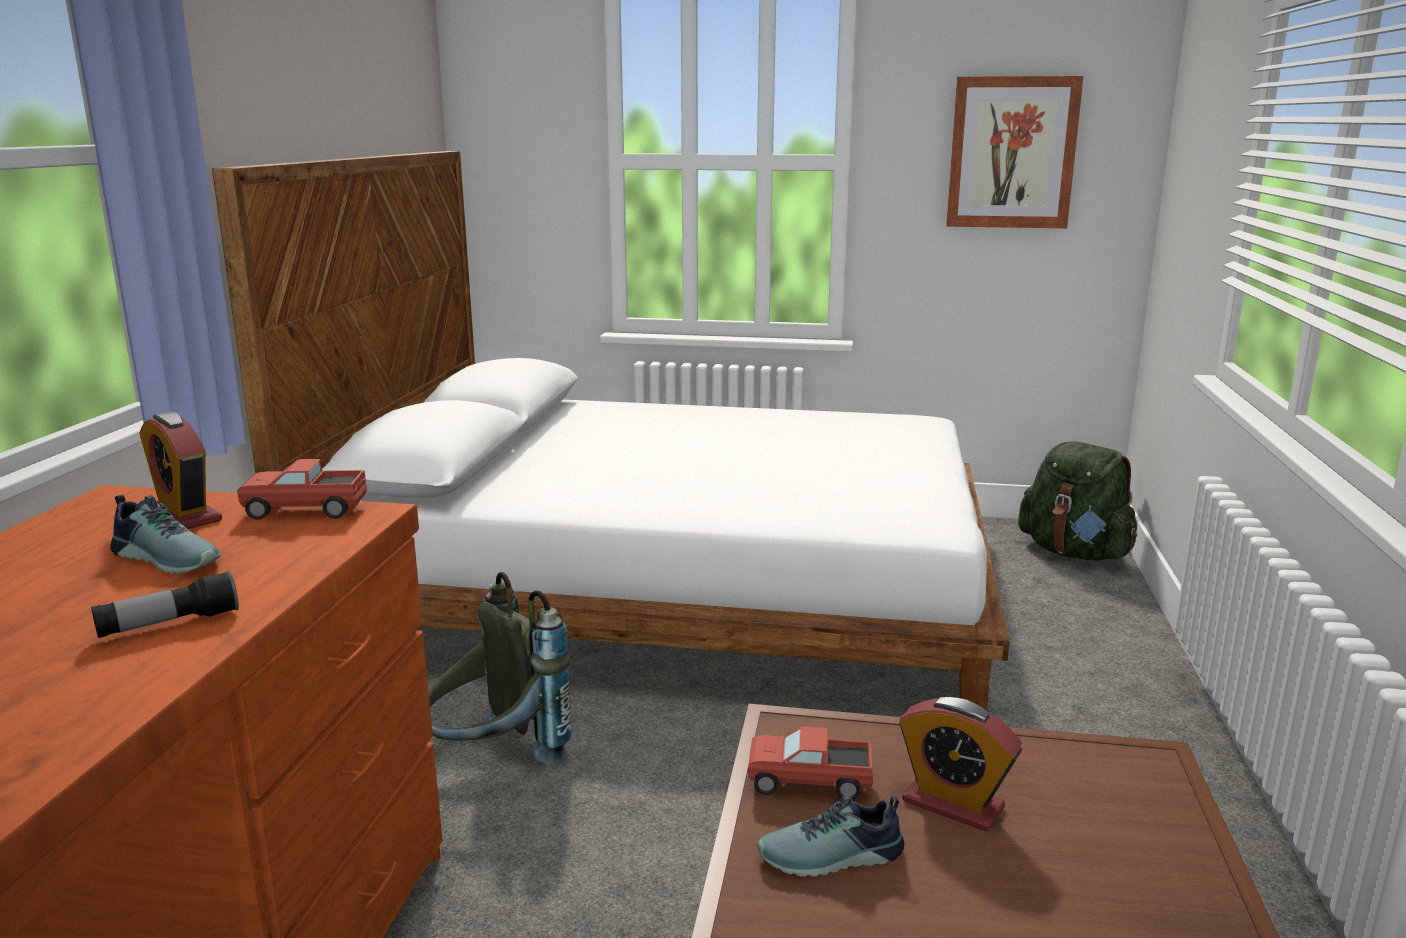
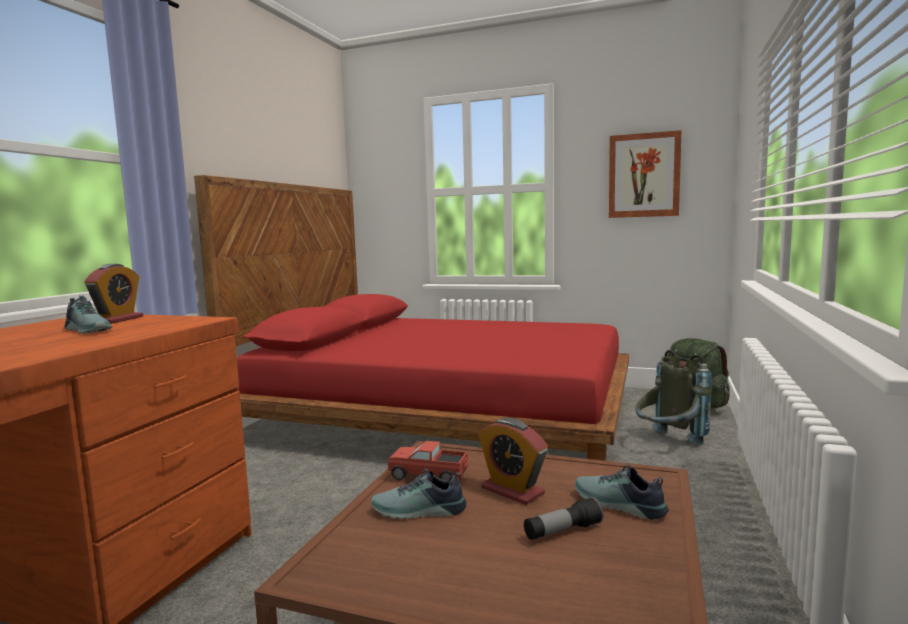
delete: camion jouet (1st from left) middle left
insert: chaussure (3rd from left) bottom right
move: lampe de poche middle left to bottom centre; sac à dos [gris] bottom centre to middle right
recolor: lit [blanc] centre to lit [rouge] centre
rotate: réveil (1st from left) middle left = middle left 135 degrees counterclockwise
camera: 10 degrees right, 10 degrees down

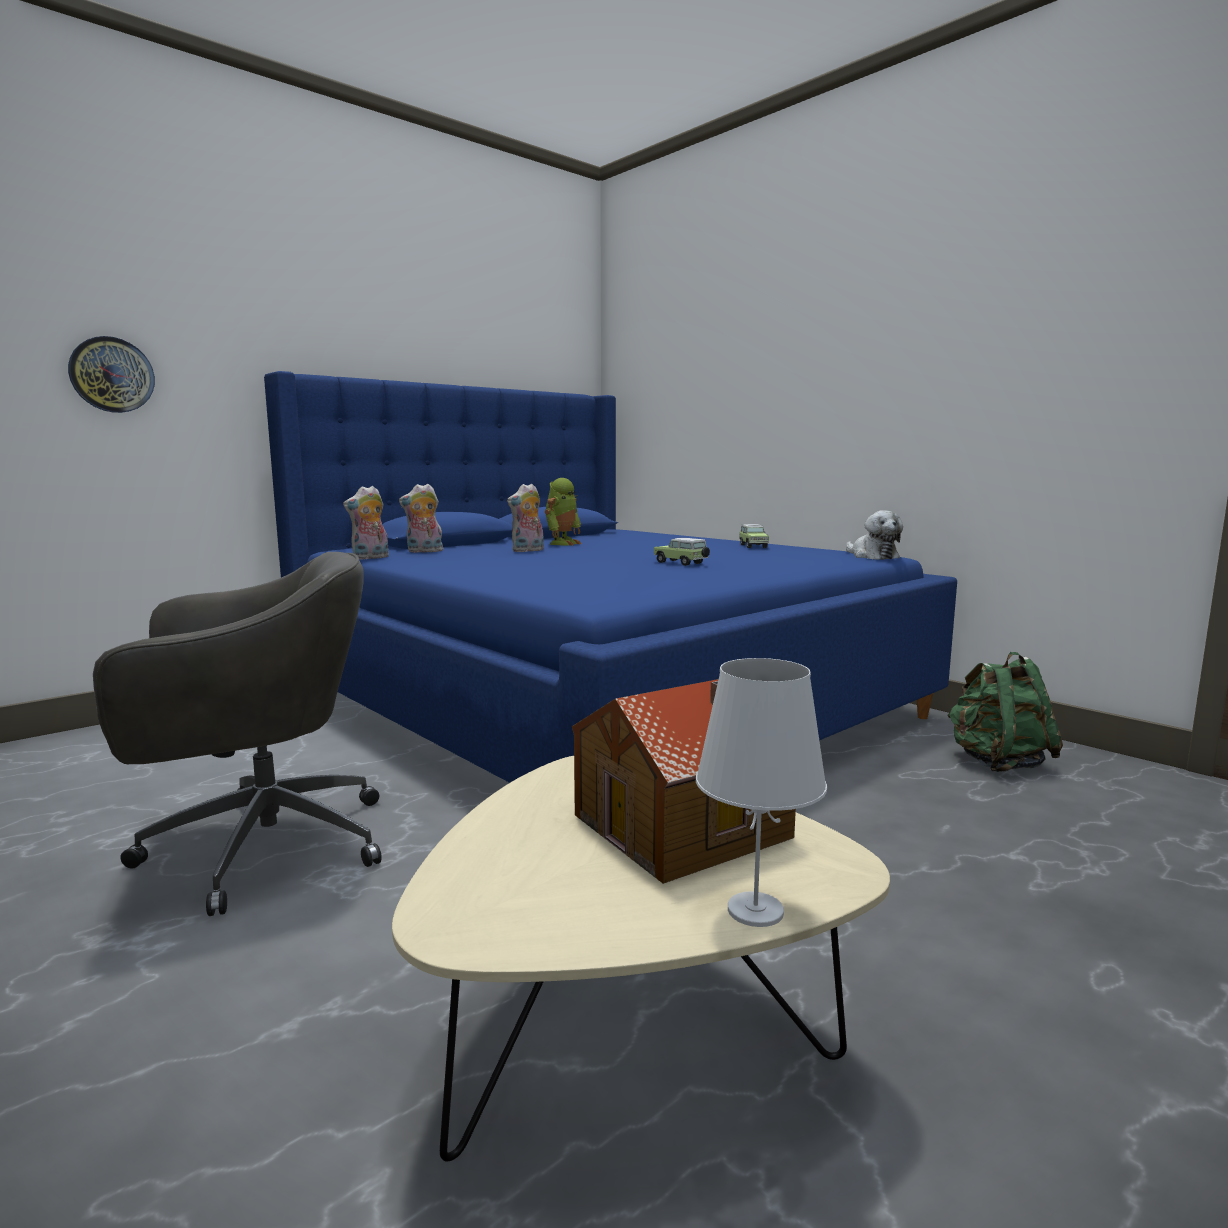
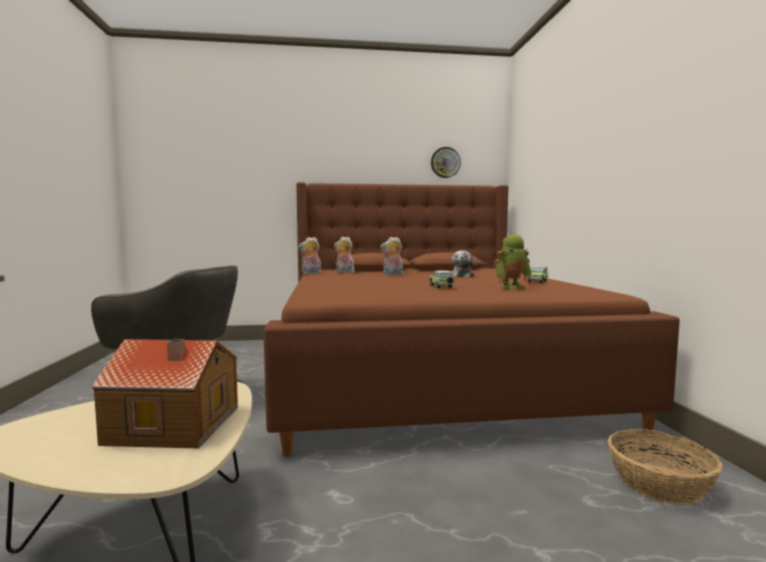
delete: lampe de table [blanc] centre
move: horloge murale top left to top centre; robot jouet centre to middle right; peluche (4th from left) middle right to centre
replace: sac à dos [vert] middle right to panier bottom right
recolor: lit [bleu] centre to lit [marron] centre
camera: 35 degrees right, 5 degrees down

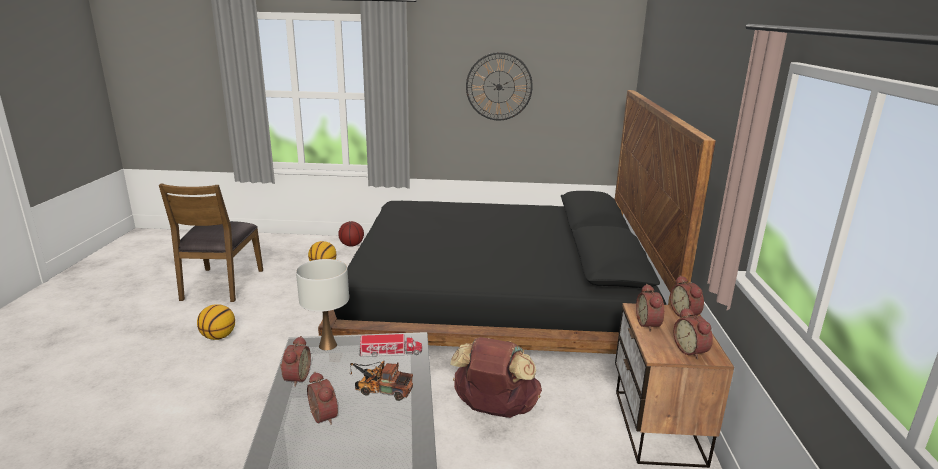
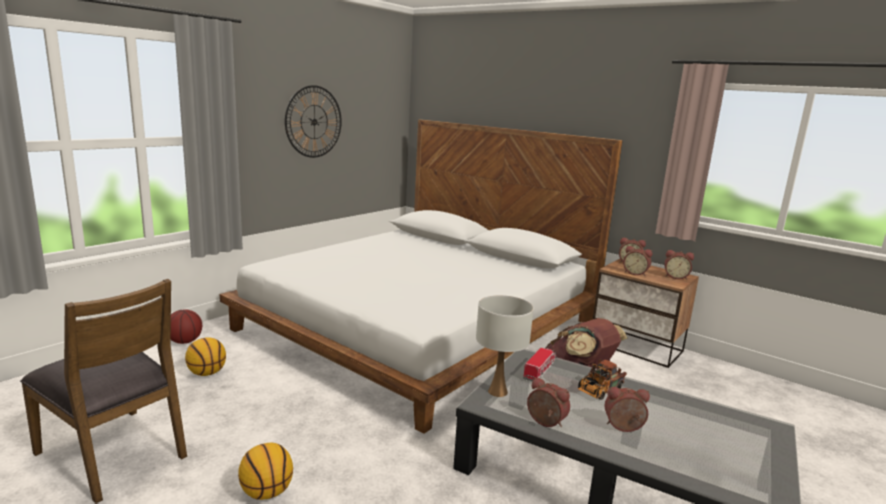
recolor: lit [noir] centre to lit [blanc] centre
camera: 55 degrees left, 5 degrees down

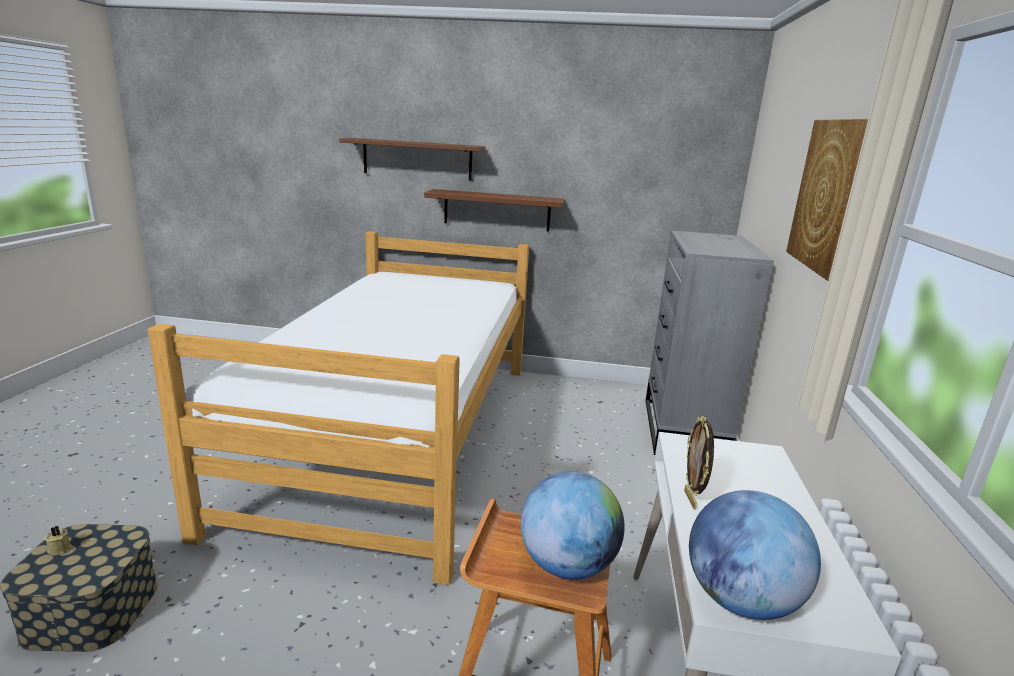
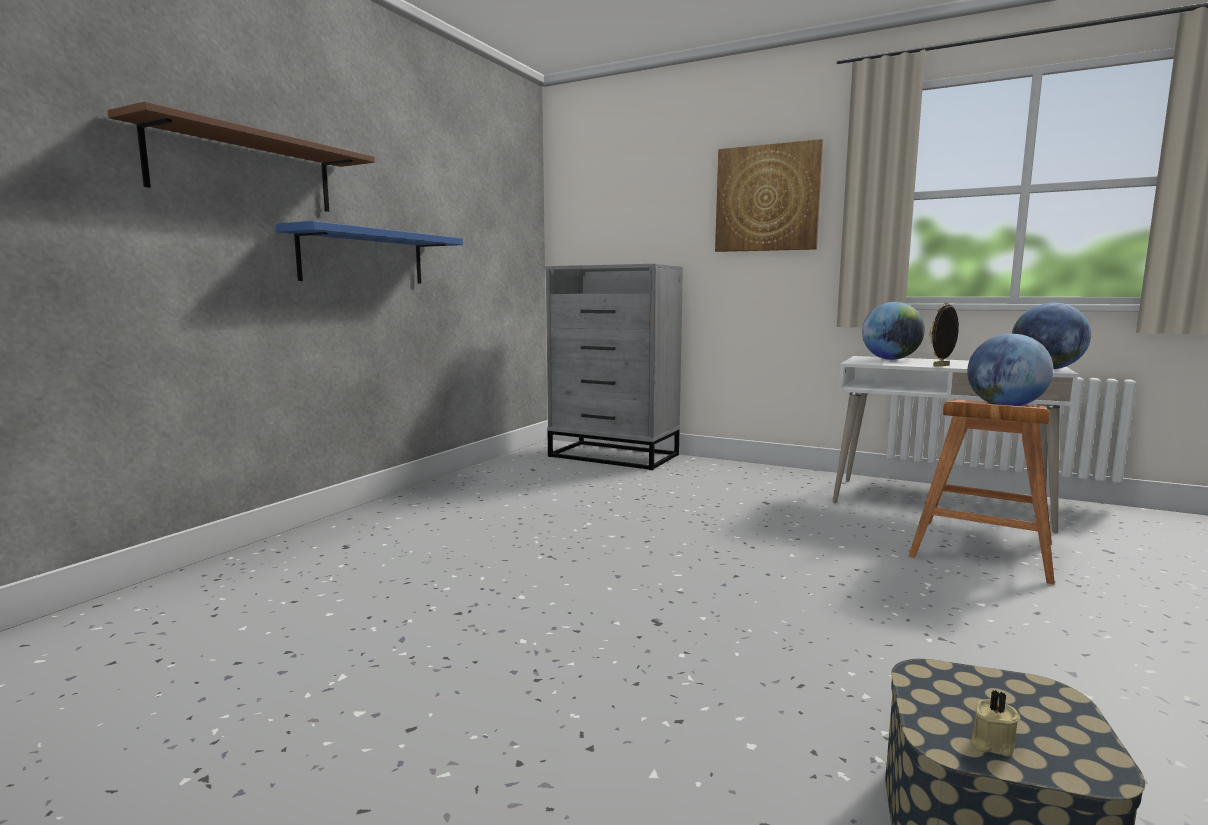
delete: lit centre
insert: globe (1st from left) middle right
recolor: étagère [marron] (2nd from left) top centre to étagère [bleu] top left
rotate: cadre photo bottom right = middle right 135 degrees clockwise
camera: 70 degrees left, 10 degrees down

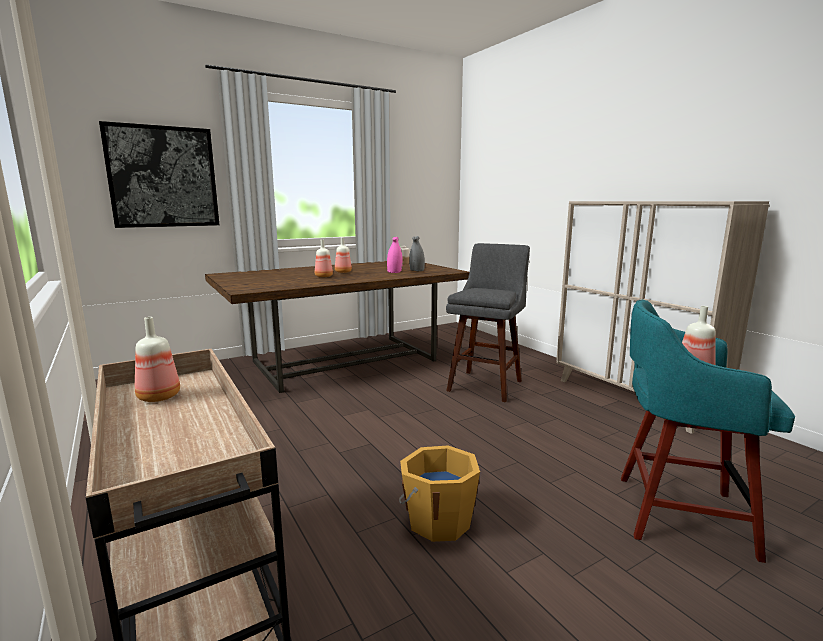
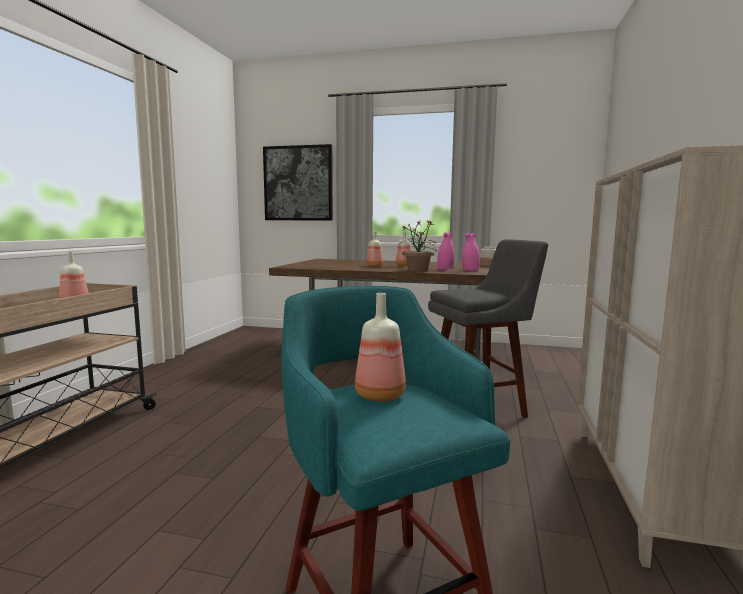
delete: seau [orange] bottom centre
insert: plante en pot centre
recolor: vase [gris] centre to vase [rose] (2nd from left) centre
camera: 45 degrees right, 5 degrees down

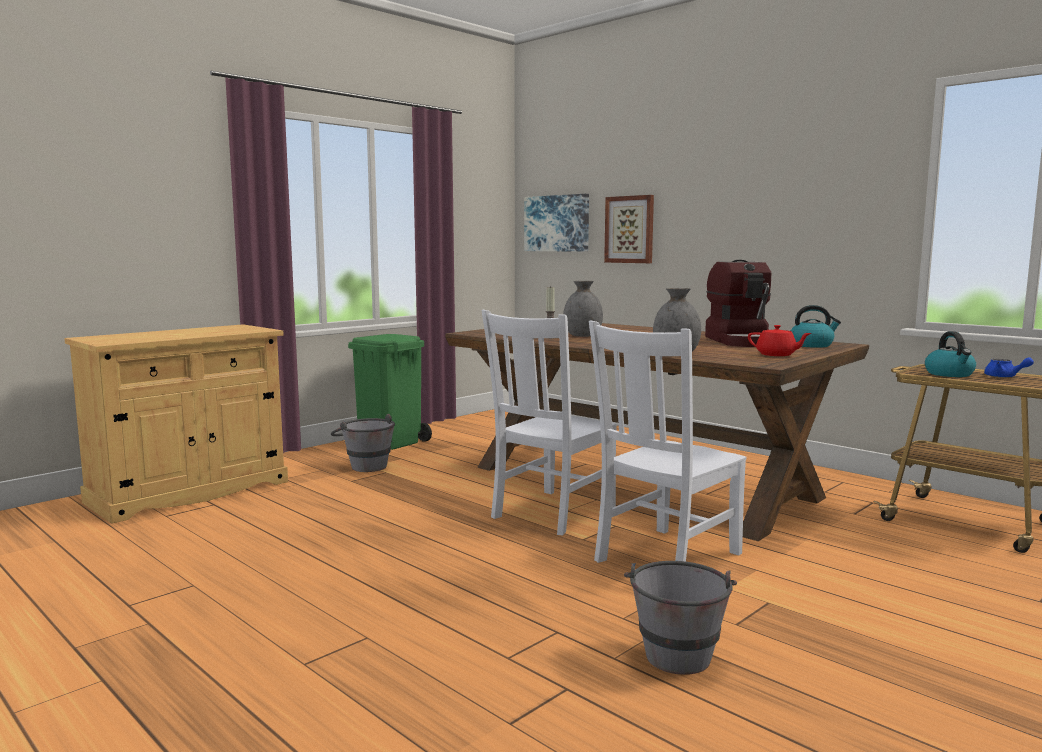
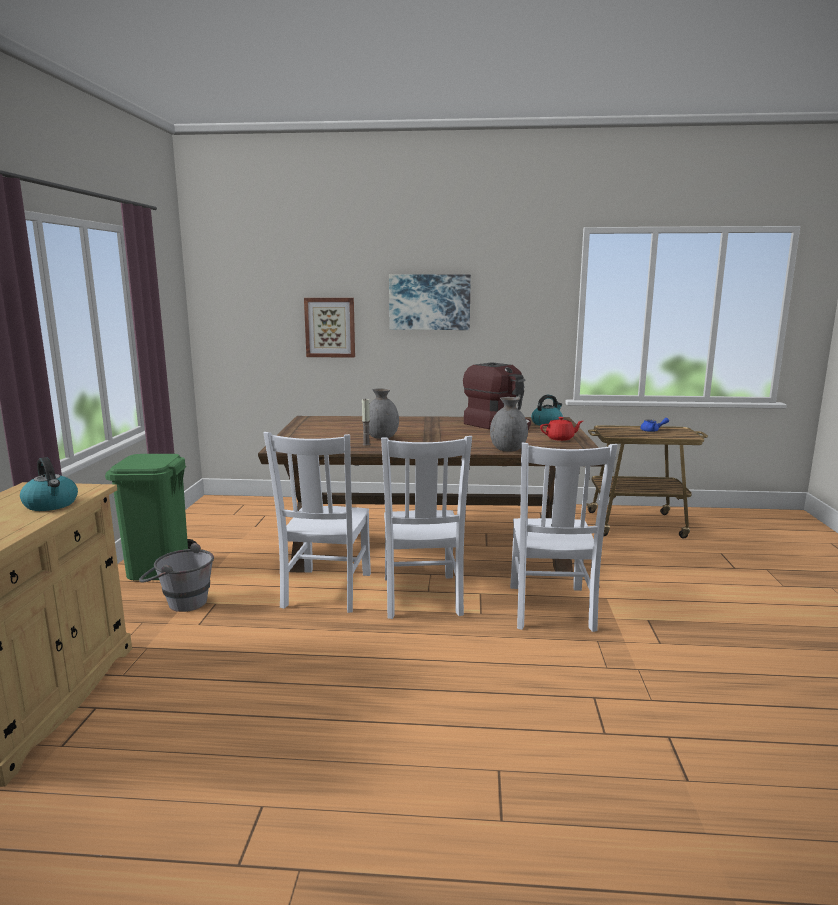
delete: seau [gris] (2nd from left) bottom centre
insert: chaise [blanc] (1st from left) centre
move: tableau (1st from left in the first image) top centre to tableau (2nd from left) centre; bouilloire (2nd from left in the first image) middle right to bouilloire (1st from left) middle left
camera: 40 degrees left, 5 degrees up

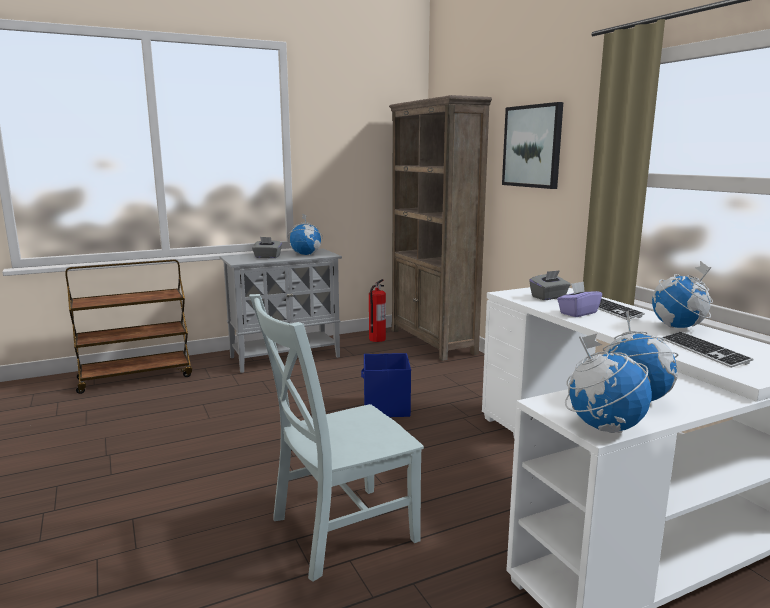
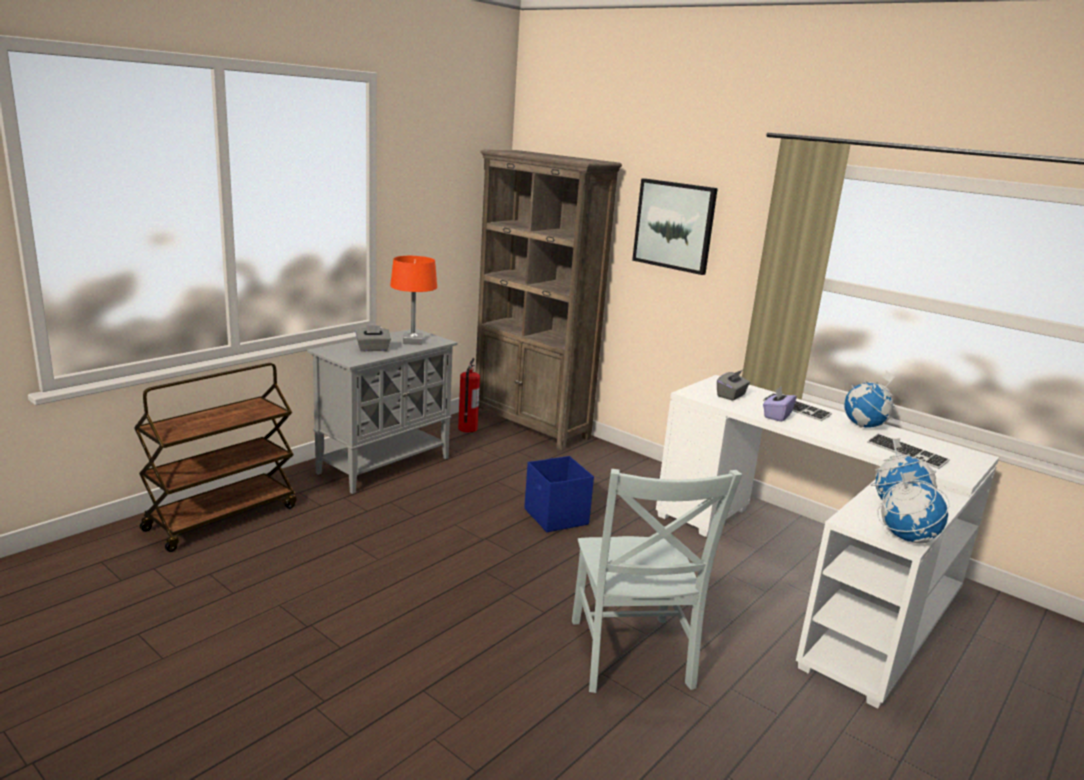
replace: globe (1st from left) centre to lampe de table [orange] centre
rotate: chaise [gris] bottom centre = bottom centre 45 degrees counterclockwise
camera: 25 degrees left, 5 degrees up

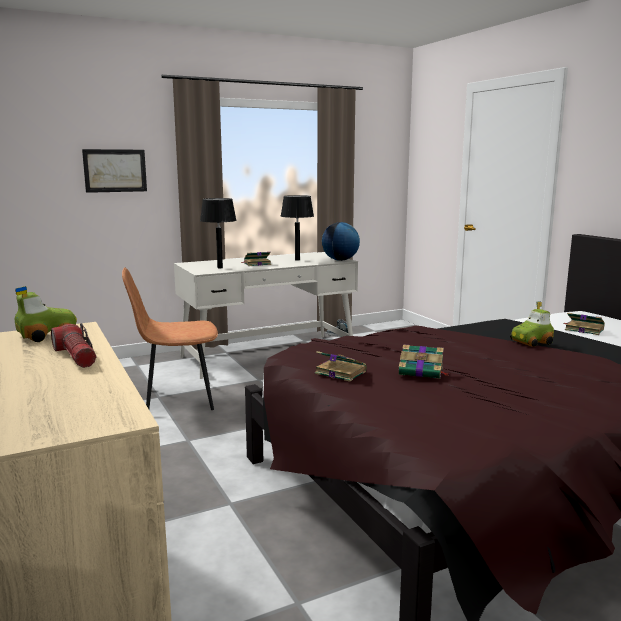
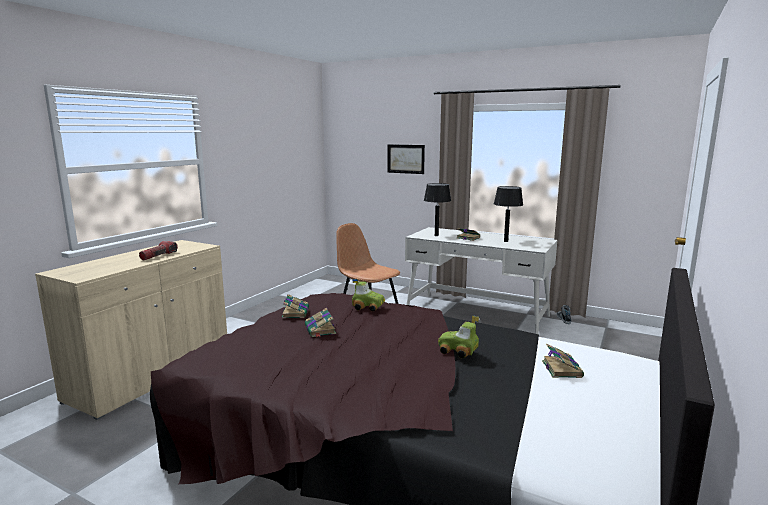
delete: globe centre
move: petite voiture (1st from left) middle left to centre
camera: 55 degrees right, 0 degrees up

